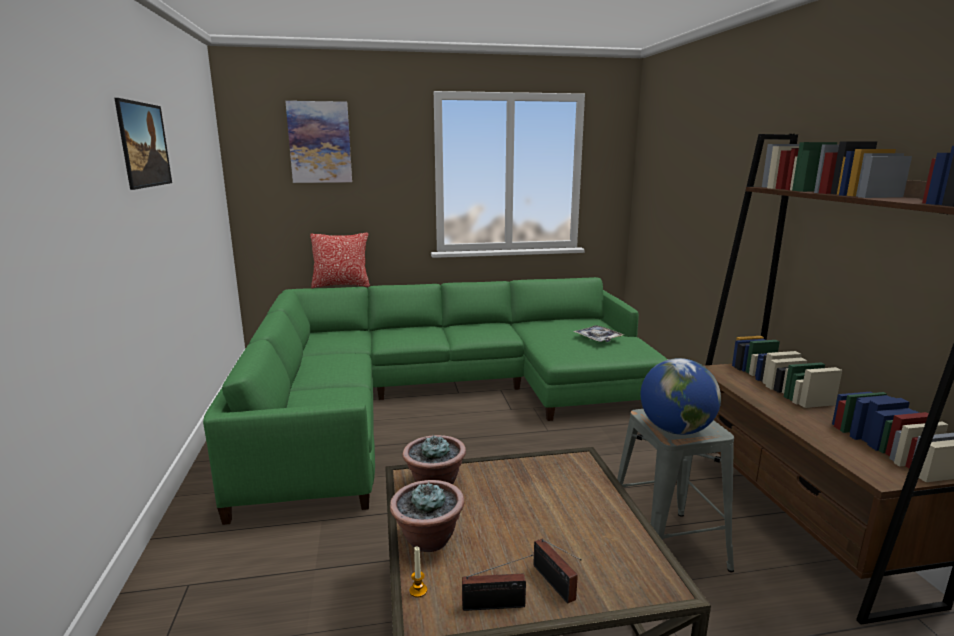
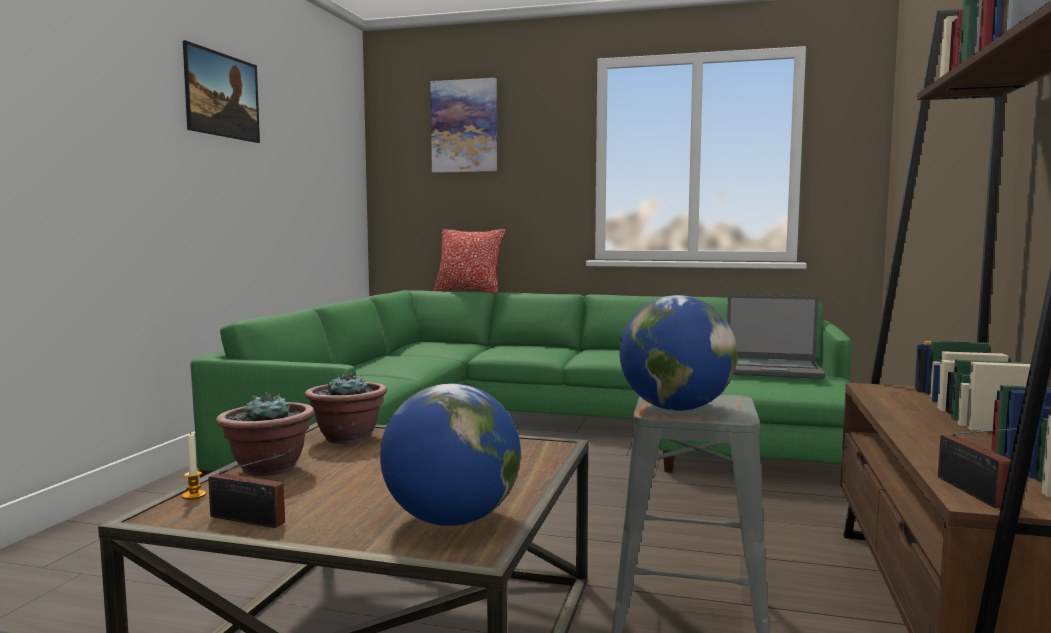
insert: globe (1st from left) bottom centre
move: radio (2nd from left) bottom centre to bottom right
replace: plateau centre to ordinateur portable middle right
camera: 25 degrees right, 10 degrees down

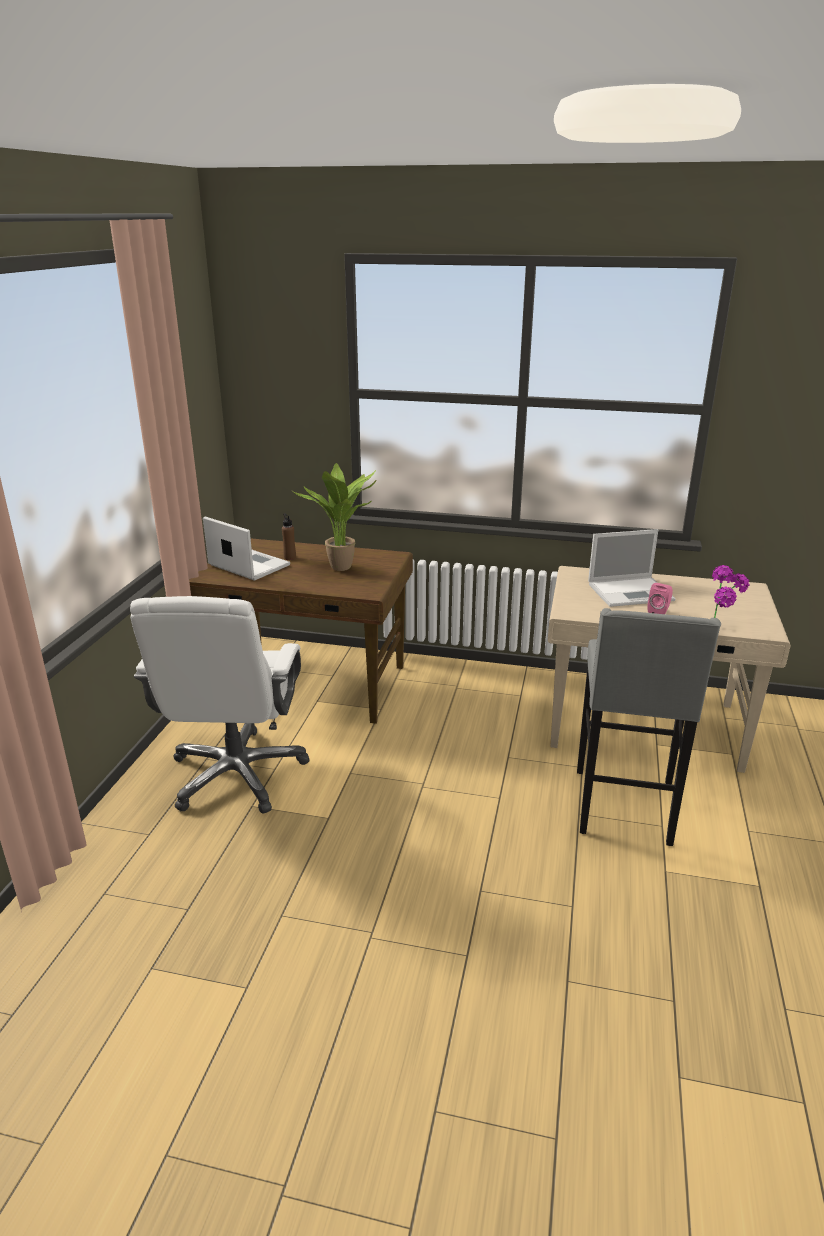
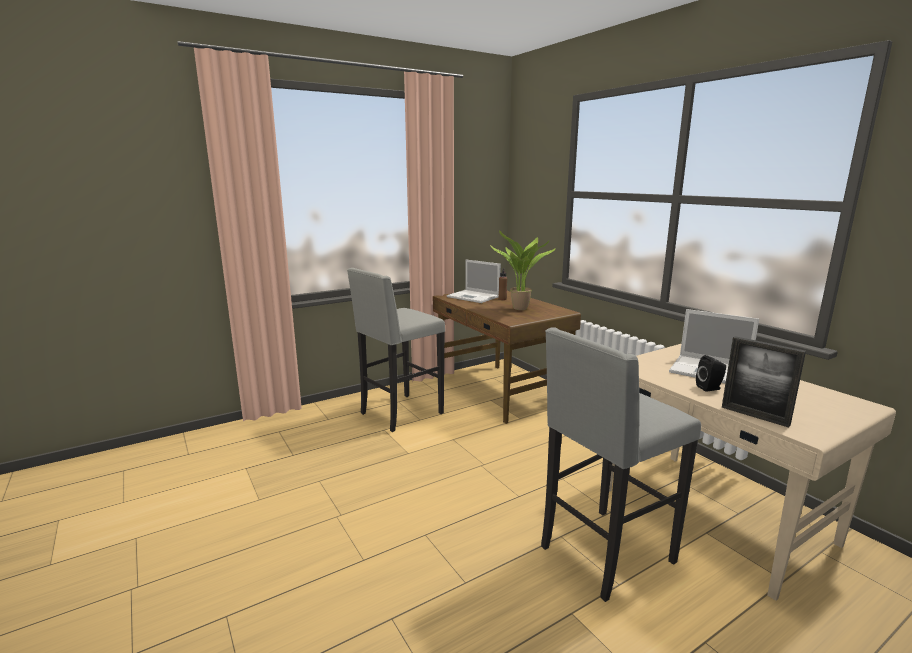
replace: plante en pot (2nd from left) middle right to cadre photo middle right; chaise de bureau [blanc] middle left to tabouret [gris] (1st from left) centre
recolor: enceinte [rose] middle right to enceinte [noir] middle right
rotate: ordinateur portable (1st from left) middle left = centre 135 degrees clockwise
camera: 45 degrees right, 10 degrees down

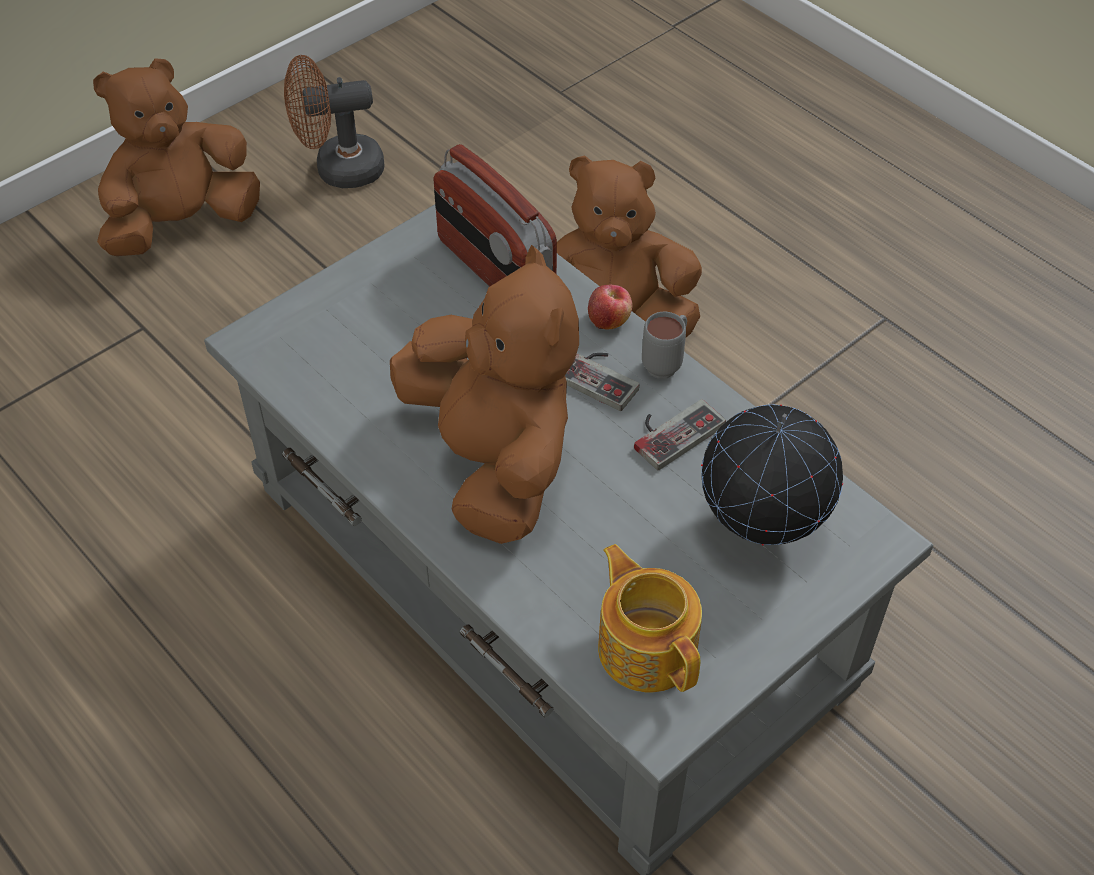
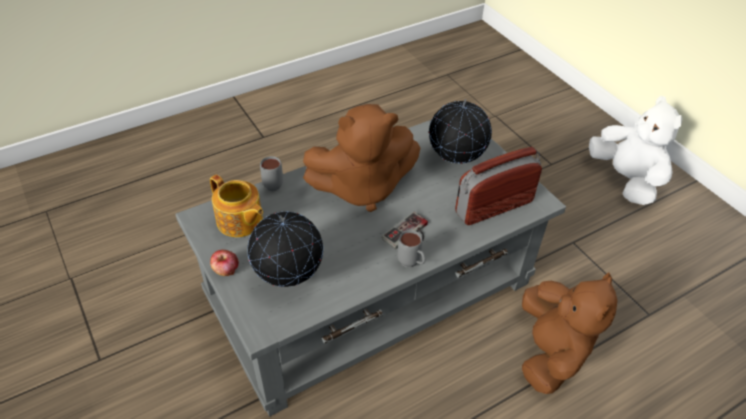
delete: ventilateur [marron] top left; manette (2nd from left) centre
insert: globe (2nd from left) top centre; mug [gris] (1st from left) centre
move: pomme centre to middle left
recolor: peluche [marron] (1st from left) top left to peluche [blanc] middle right
rotate: théière bottom centre = middle left 60 degrees clockwise
camera: 100 degrees right, 5 degrees down

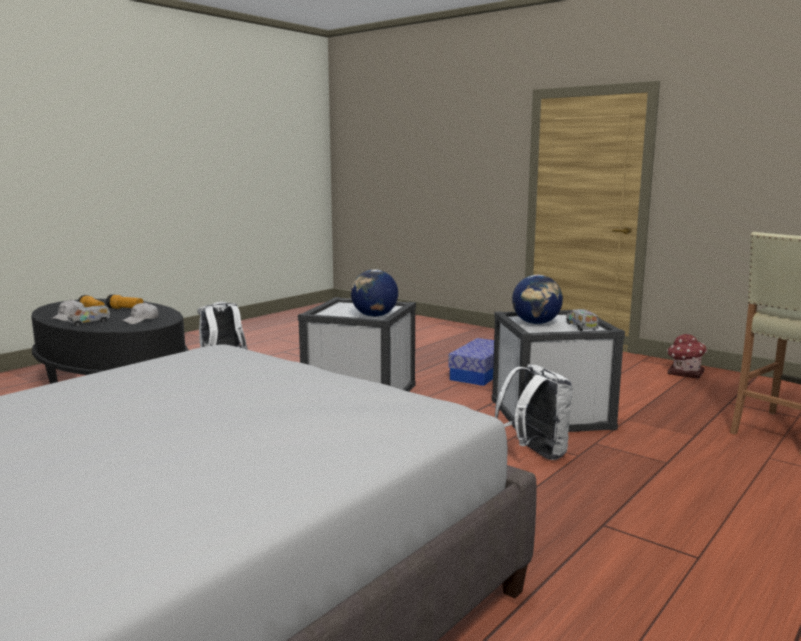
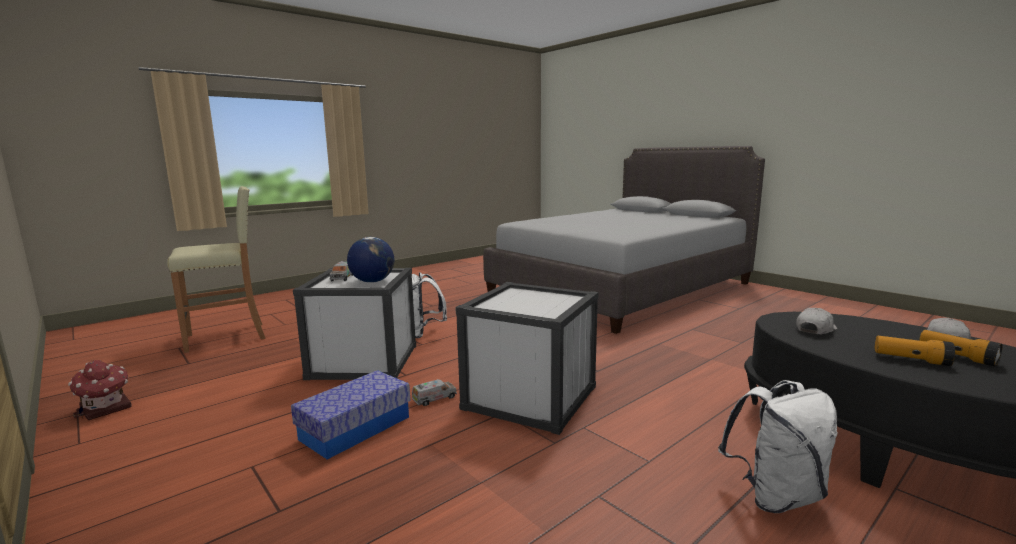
delete: globe (1st from left) centre
move: camion jouet (1st from left in the first image) middle left to camion jouet (2nd from left) bottom centre
camera: 170 degrees left, 0 degrees up

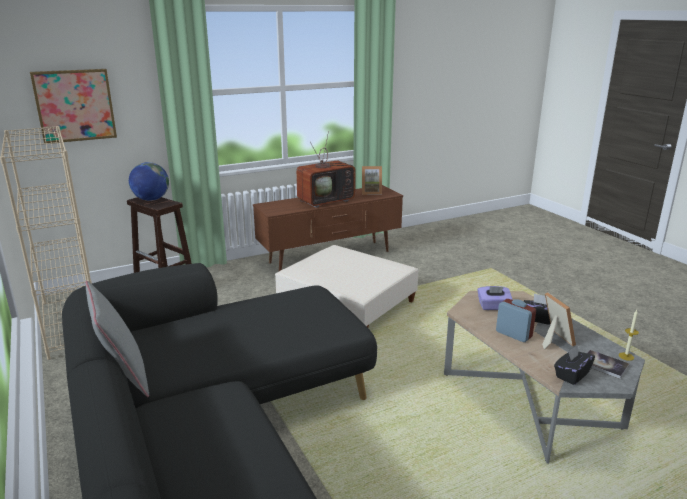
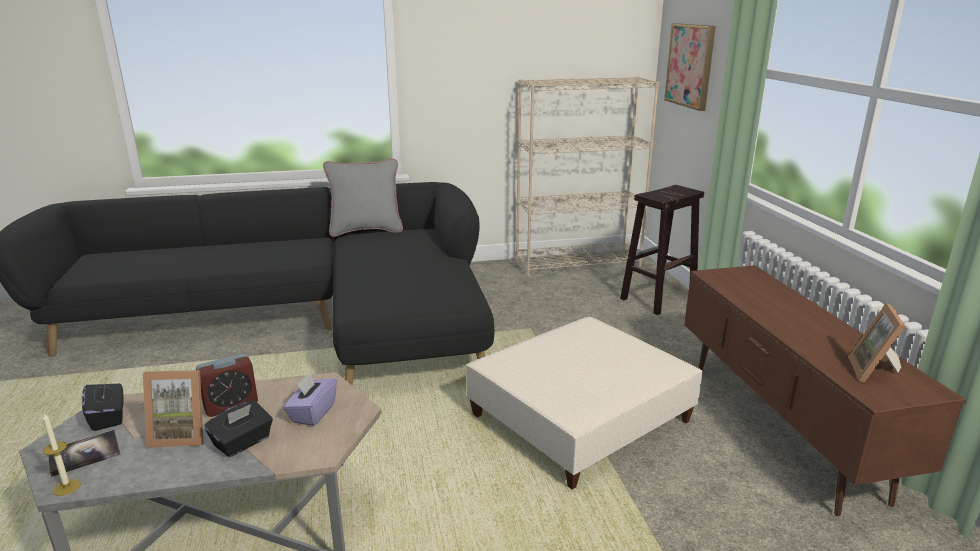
delete: téléviseur centre; globe middle left
camera: 105 degrees right, 0 degrees up

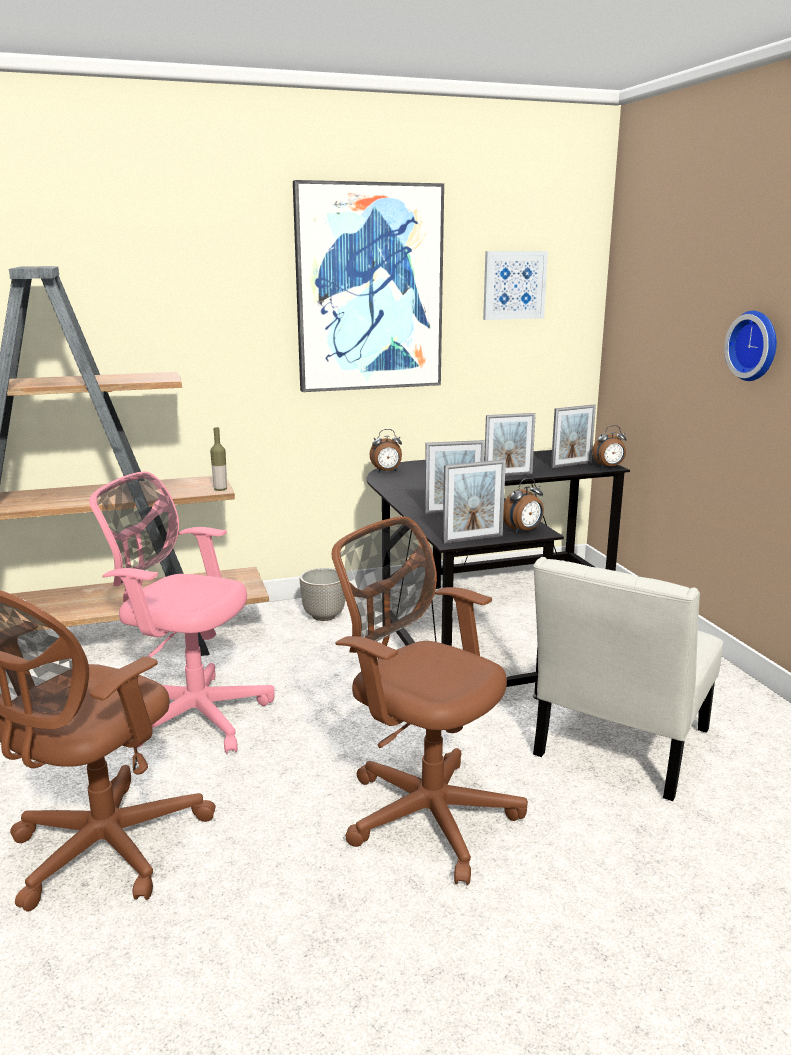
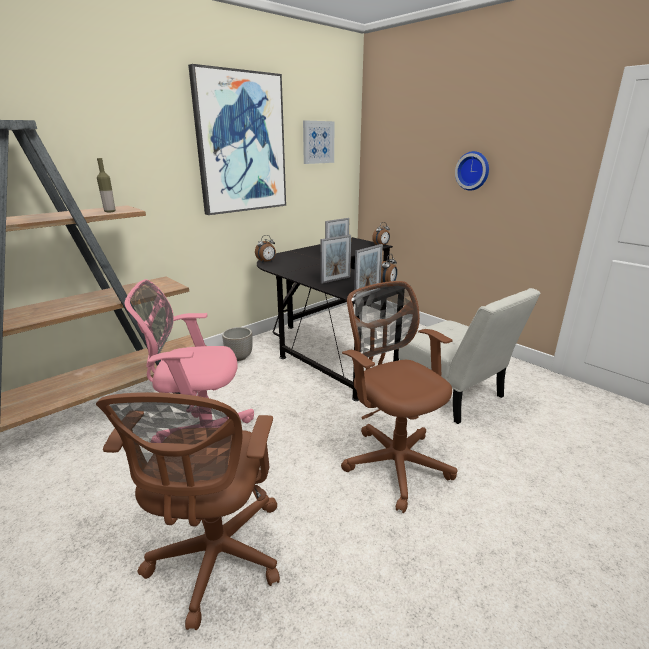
delete: cadre photo (4th from left) middle right
move: bouteille middle left to top left
rotate: chaise de bureau [marron] (2nd from left) centre = centre 45 degrees clockwise; chaise [blanc] middle right = middle right 45 degrees counterclockwise
camera: 25 degrees left, 5 degrees up

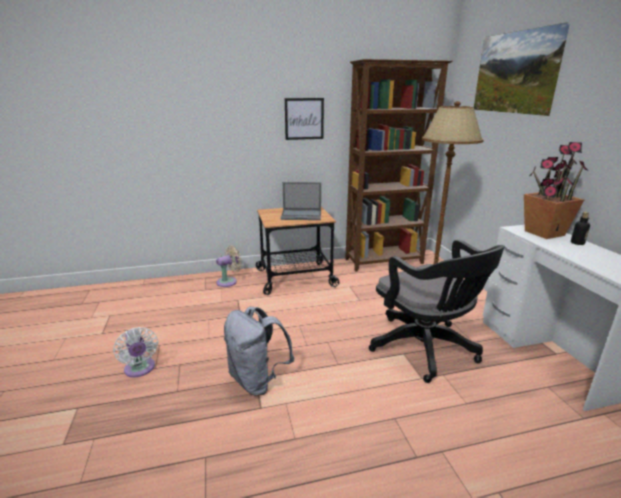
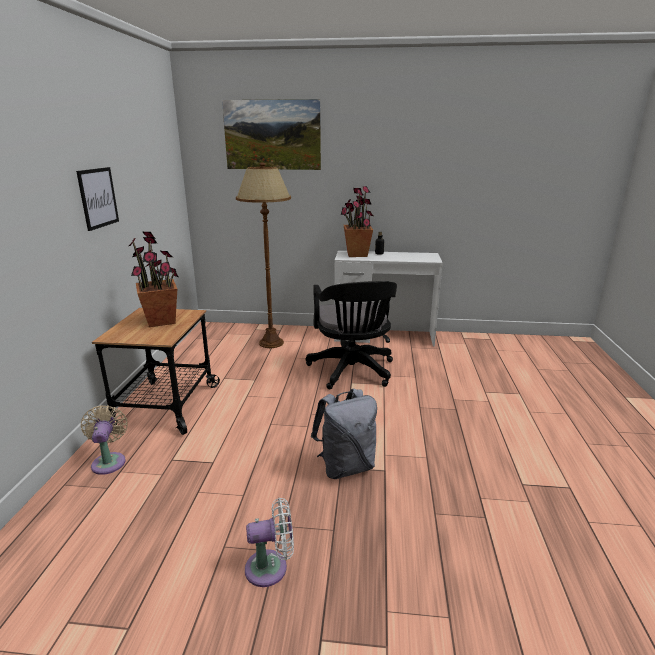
delete: bibliothèque [marron] top centre
replace: ordinateur portable centre to plante en pot (1st from left) middle left
rotate: chaise de bureau [noir] middle right = centre 90 degrees clockwise
camera: 70 degrees left, 0 degrees up

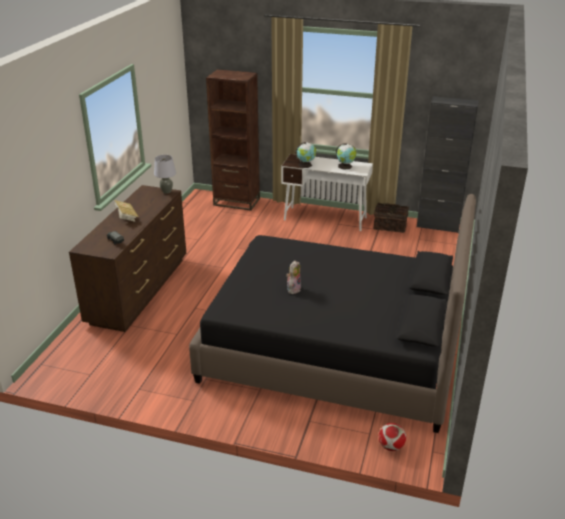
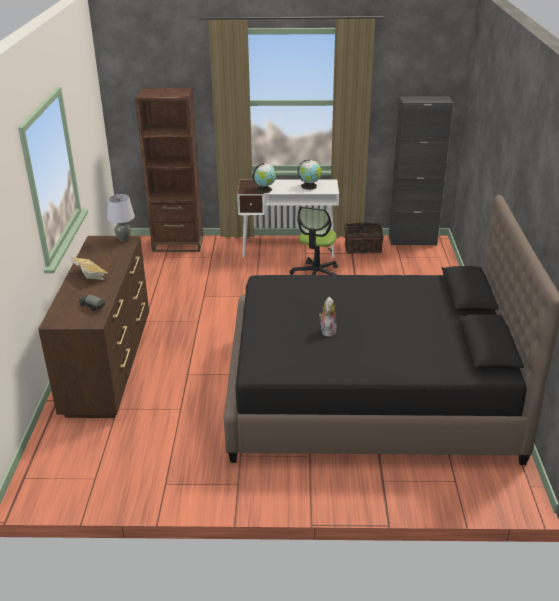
delete: ballon de foot bottom right
insert: chaise de bureau centre
camera: 15 degrees left, 0 degrees up

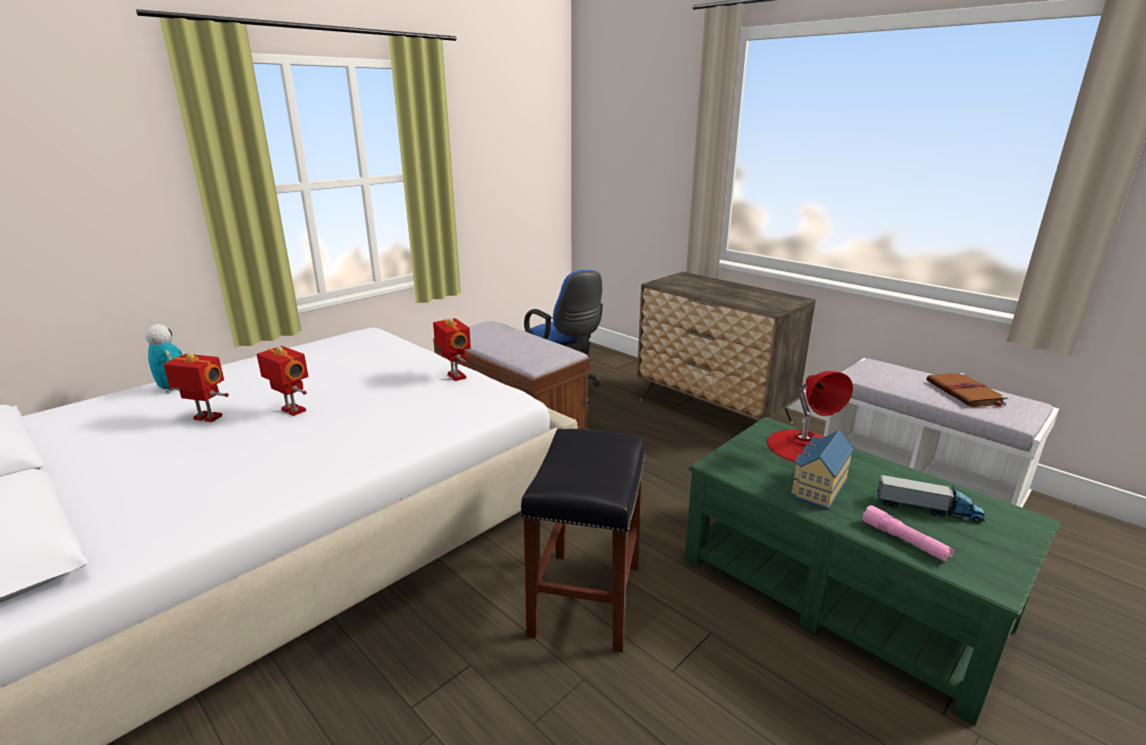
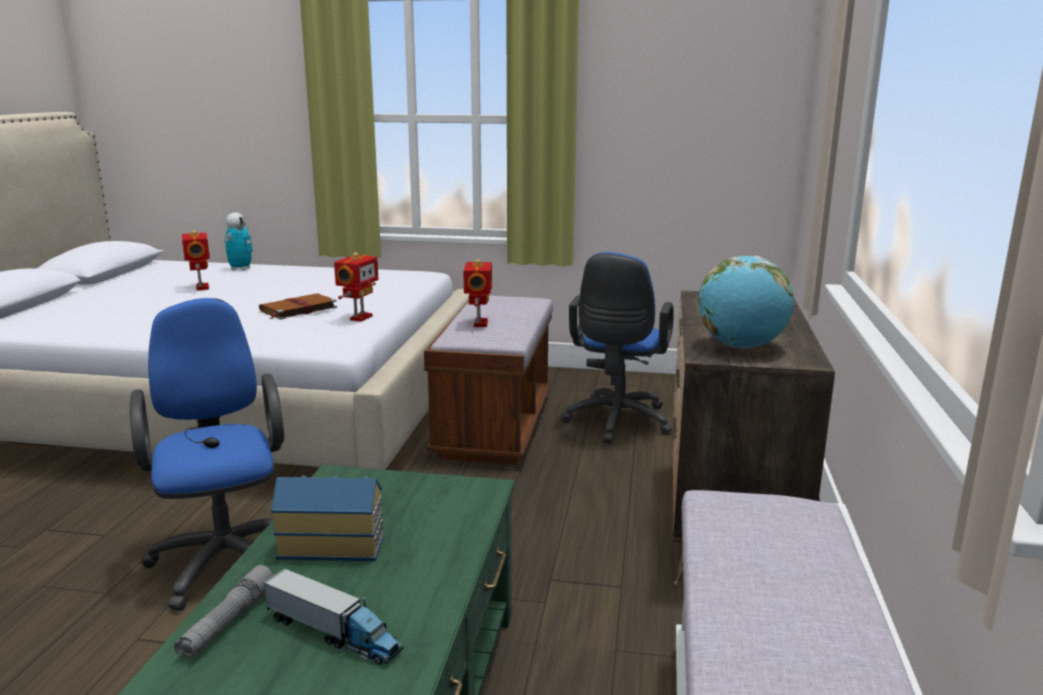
delete: lampe de table [rouge] middle right
insert: globe middle right
move: robot jouet (3rd from left in the first image) middle left to robot jouet (4th from left) centre; livre [marron] middle right to middle left
replace: tabouret [noir] bottom centre to chaise de bureau [bleu] (1st from left) middle left
recolor: lampe de poche [rose] bottom right to lampe de poche [gris] bottom left
rotate: camion jouet bottom right = bottom left 45 degrees counterclockwise
camera: 55 degrees right, 5 degrees down

